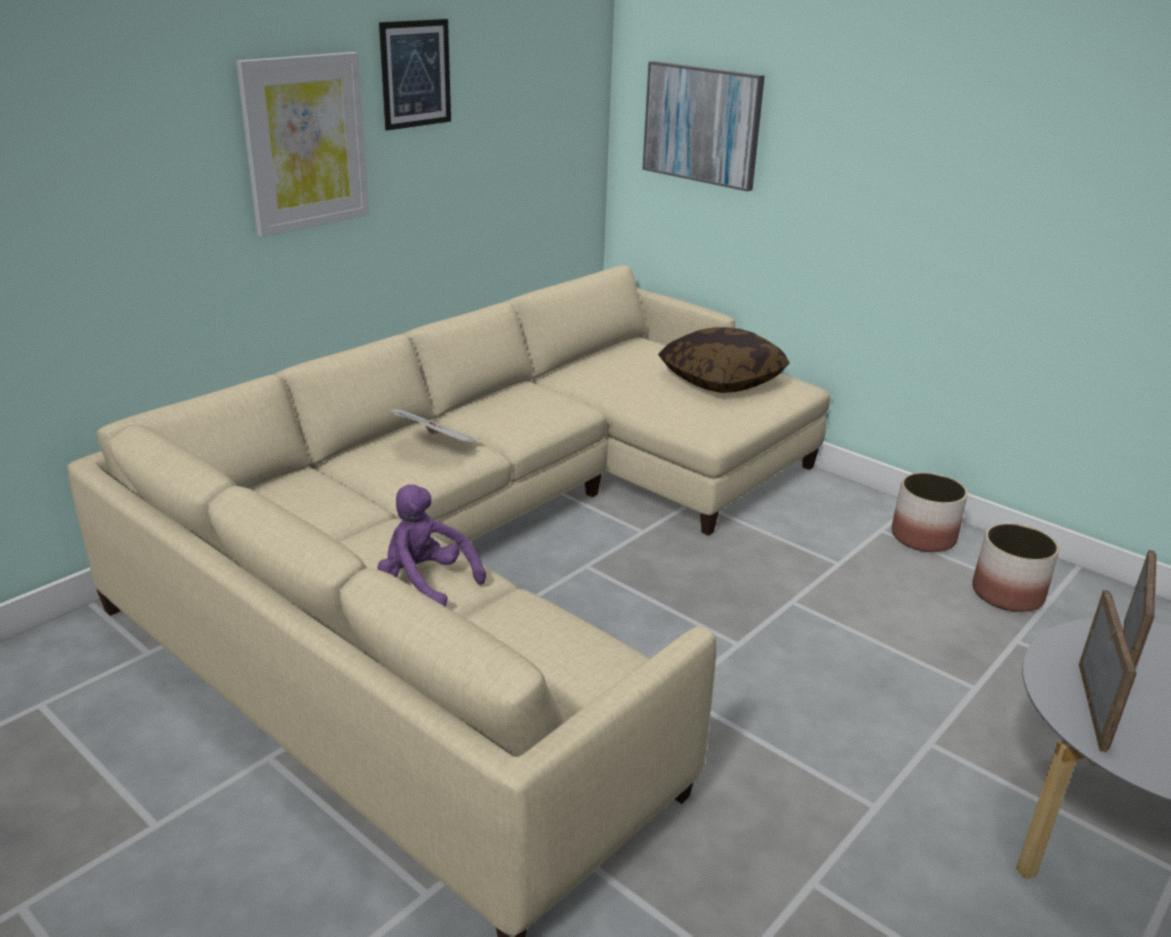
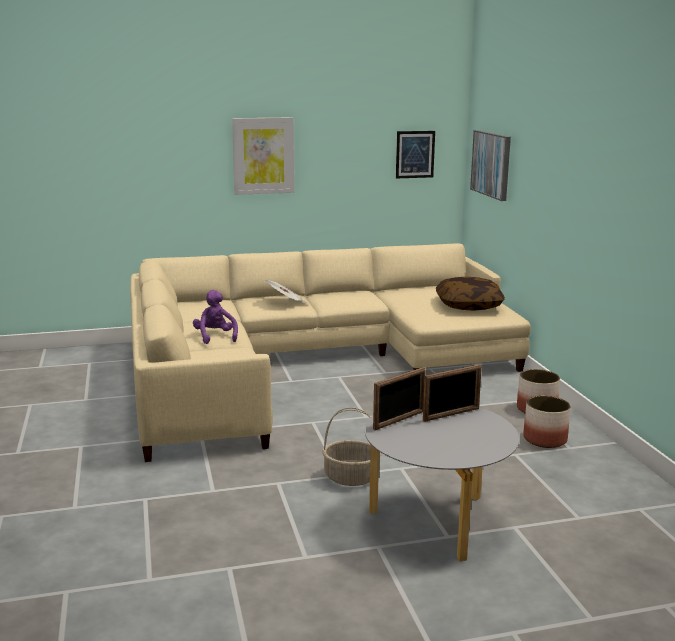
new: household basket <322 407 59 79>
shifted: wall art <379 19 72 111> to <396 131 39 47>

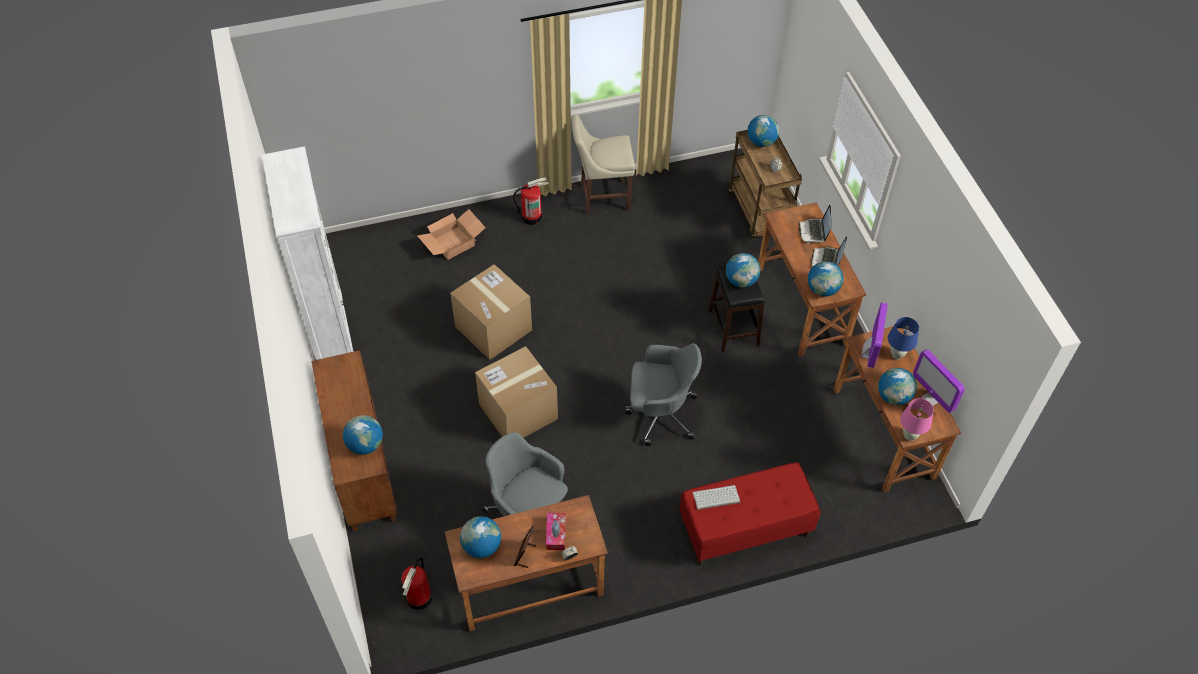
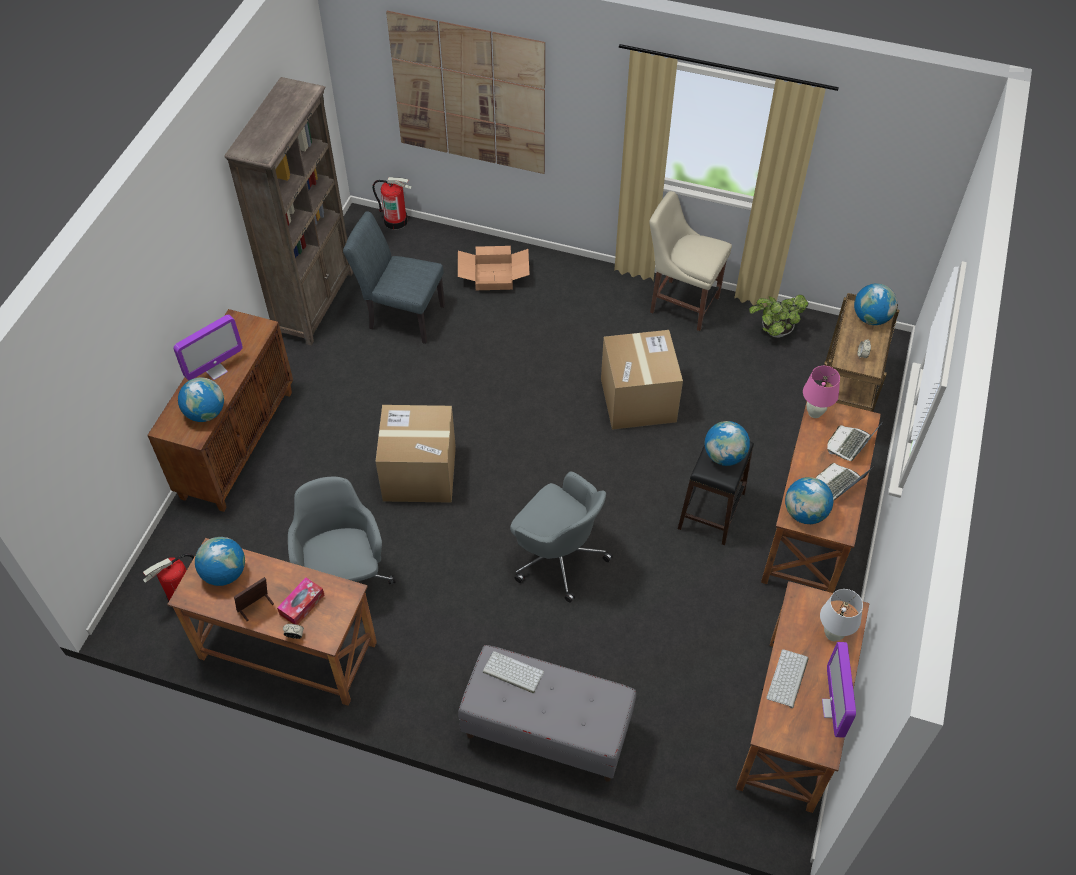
new: chair/grey <343 211 102 133>; wall art <386 11 159 163>; plant in a pot <749 295 59 43>
shifted: computer screen <862 302 26 66> to <173 315 70 65>; fire extinguisher <513 177 36 48> to <372 177 40 53>; carton <450 264 82 96> to <601 330 82 100>; lamp for a table/pink-coloured <900 398 34 43> to <803 366 37 52>
swapped: world globe <878 368 39 37> to computer keyboard <766 649 43 59>
repainted: bookshelf/whitish <262 147 91 213> to bookshelf/brown-coloured <225 77 129 269>; long seat/reddish <680 462 140 103> to long seat/grey <458 645 178 137>; lamp for a table/bluish <888 317 31 43> to lamp for a table/whitish <820 589 43 53>

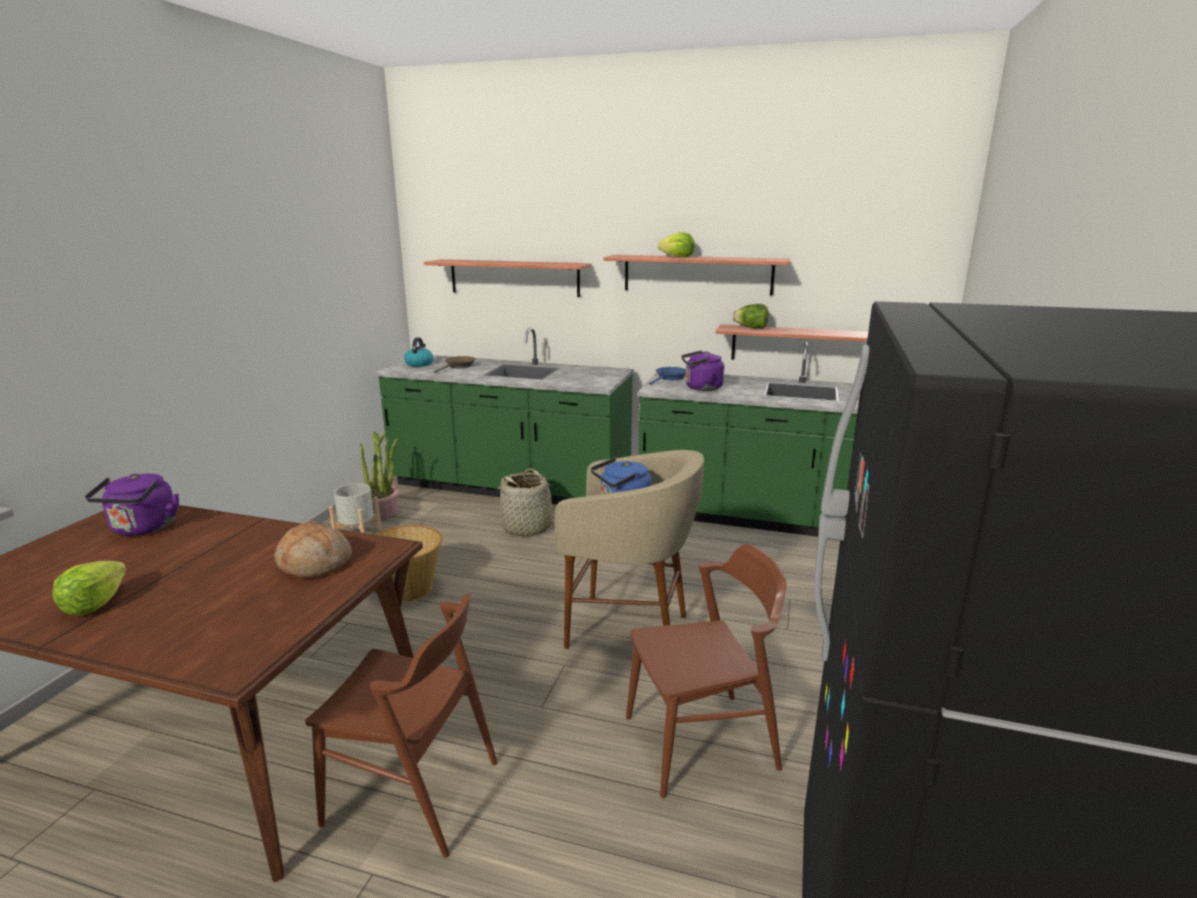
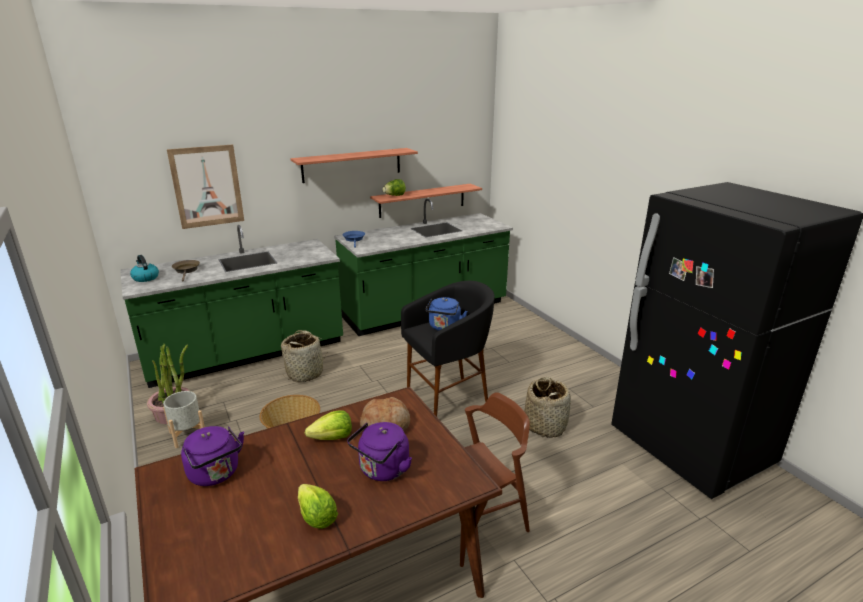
shifted: lettuce <658 232 37 25> to <305 410 47 30>; water kettle/purple-coloured <681 350 43 41> to <347 422 65 59>
swapped: bracket shelf <424 259 168 38> to wall art <167 144 77 85>; chair/brown-coloured <626 544 161 254> to household basket <524 377 47 61>
repainted: stool/beige-coloured <555 450 149 199> to stool/black <401 281 94 136>

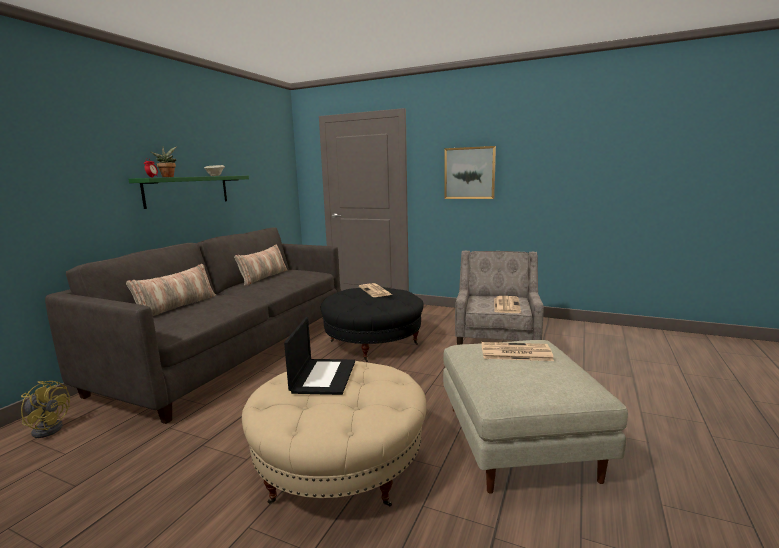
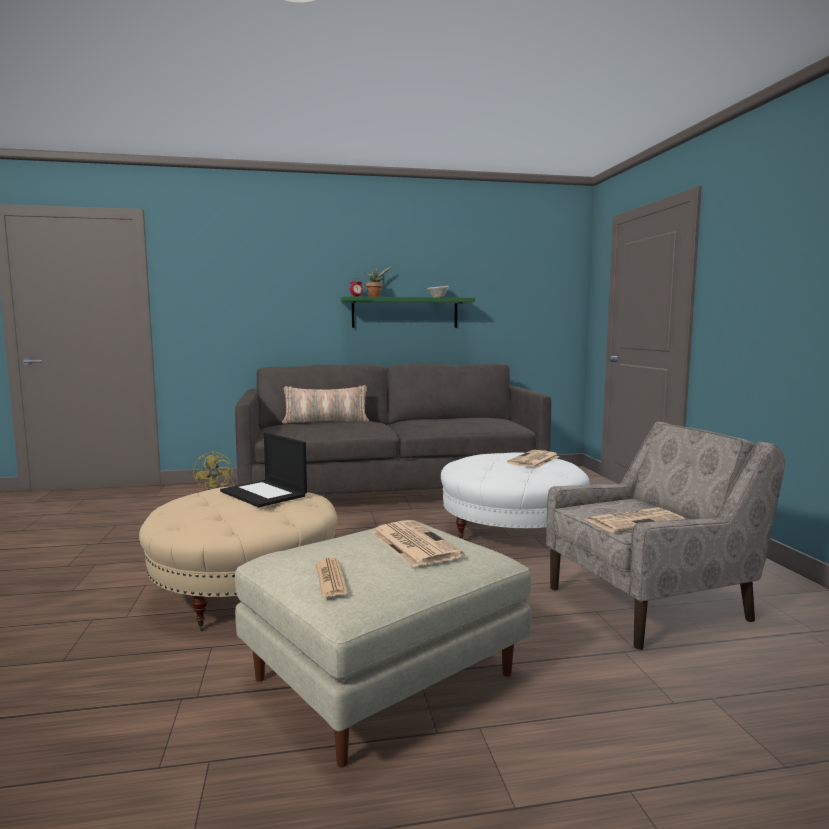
gone: cushion <234 244 53 42>; wall art <444 146 52 53>
new: newspaper <316 558 32 39>
repainted: pouffe/black <321 287 103 75> to pouffe/whitish <441 452 149 87>
rotated: portable computer <284 317 71 78> = <220 433 87 74> 75 degrees clockwise

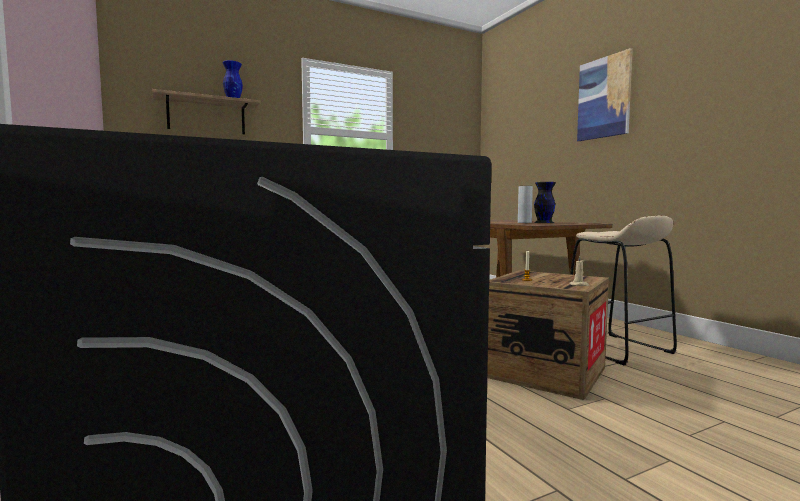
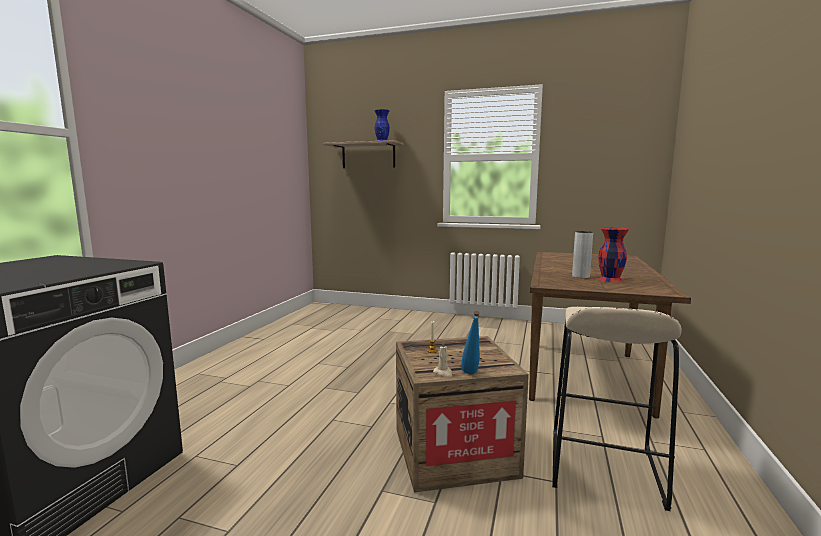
gone: wall art <577 48 56 93>
new: drink bottle/bluish <461 311 19 63>
repainted: vase/black <534 182 22 41> to vase/reddish <597 227 32 55>

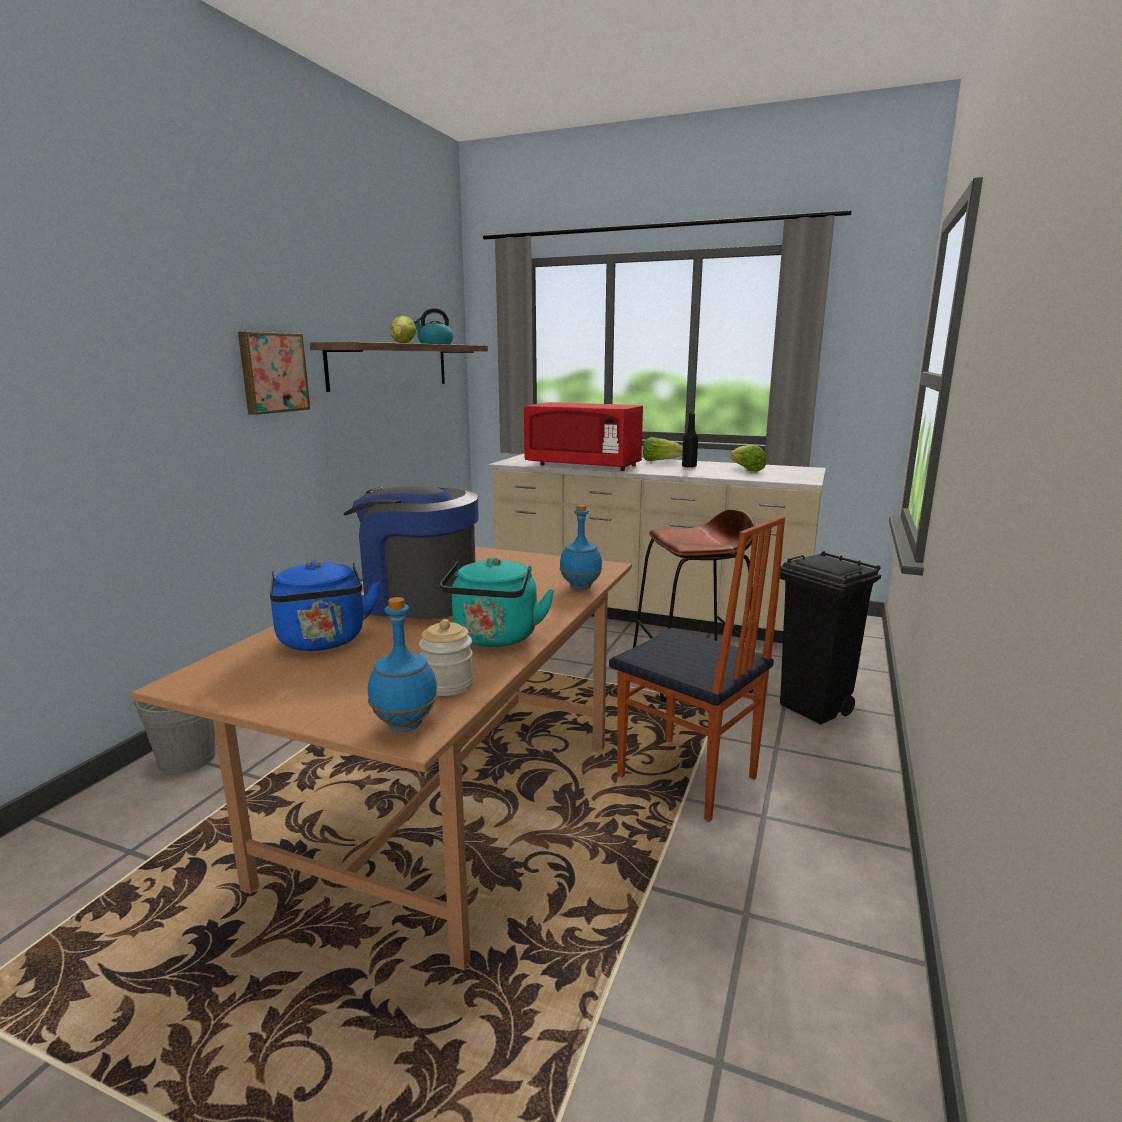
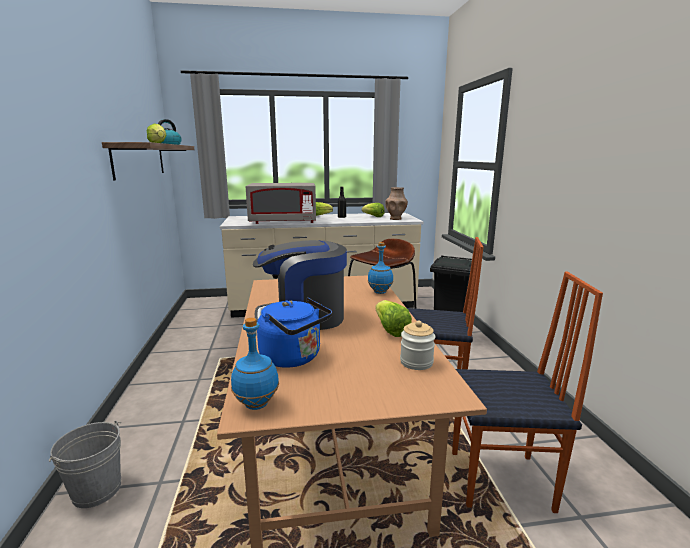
gone: wall art <238 332 72 83>
new: vase/brown-coloured <385 187 23 33>; chair <452 272 151 241>
shifted: drink bottle/bluish <368 597 70 135> to <231 318 48 92>
swapped: water kettle/blue-green <440 557 114 90> to lettuce <375 300 37 37>
repainted: microwave/reddish <524 402 119 69> to microwave/grey <246 183 70 41>

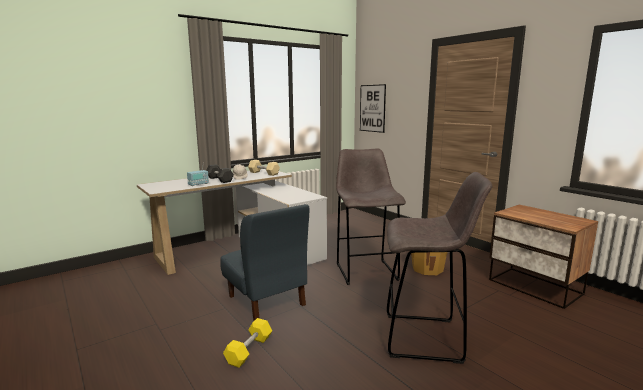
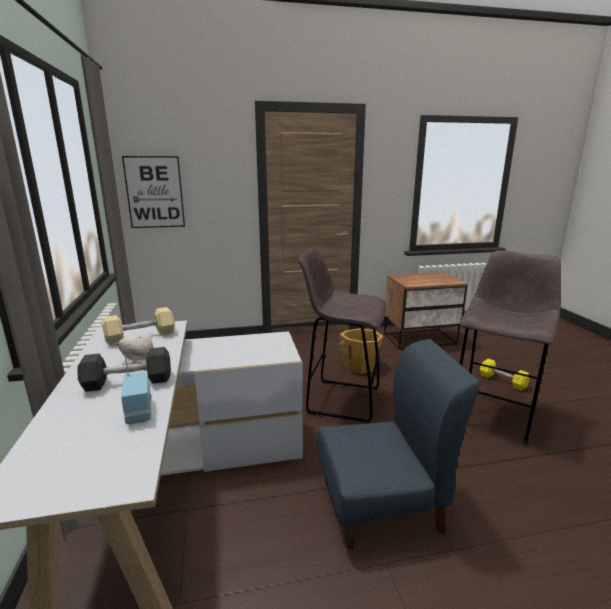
shifted: dumbbell/yellow <223 318 49 50> to <480 359 50 32>

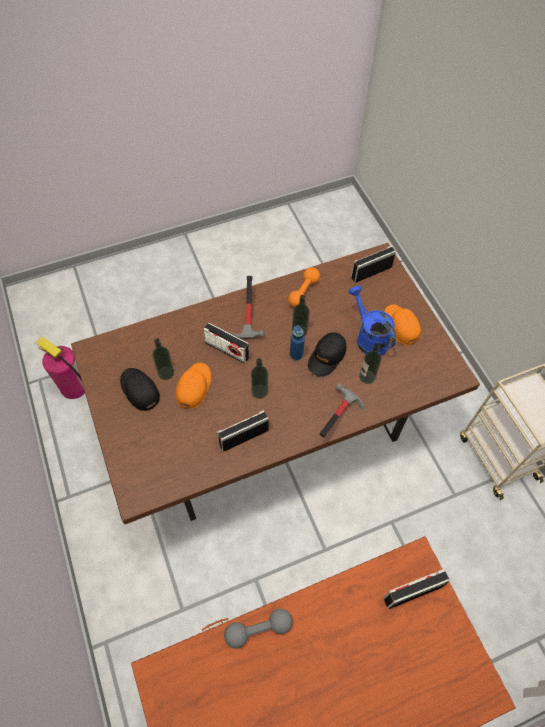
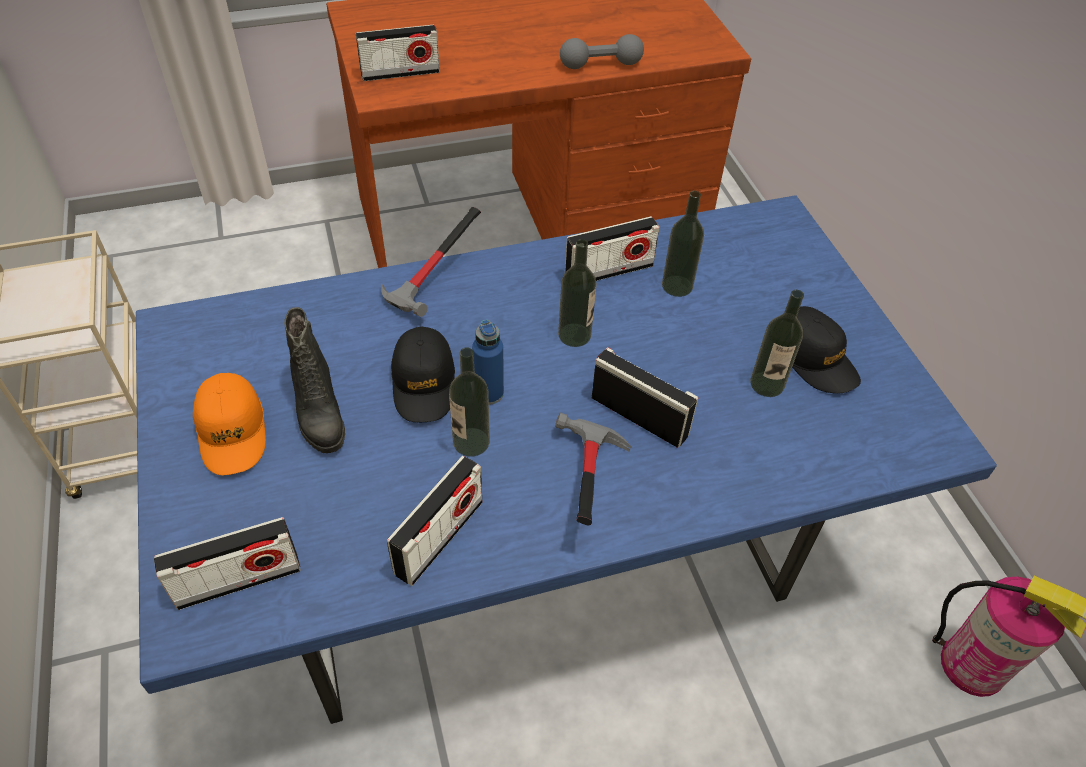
gone: cap/orange-coloured <176 363 35 46>
shifted: drink bottle <359 343 22 41> to <662 191 42 106>
swapped: watering can/bluish <349 286 47 70> to high-top boot/black <284 307 61 146>; dumbbell/orange-coloured <288 267 32 40> to radio set <387 456 95 130>
repainted: dinner table/brown-coloured <71 243 409 281> to dinner table/bluish <136 195 861 529>
rotated: cap/black <308 332 38 44> = <391 326 64 97> 135 degrees clockwise

